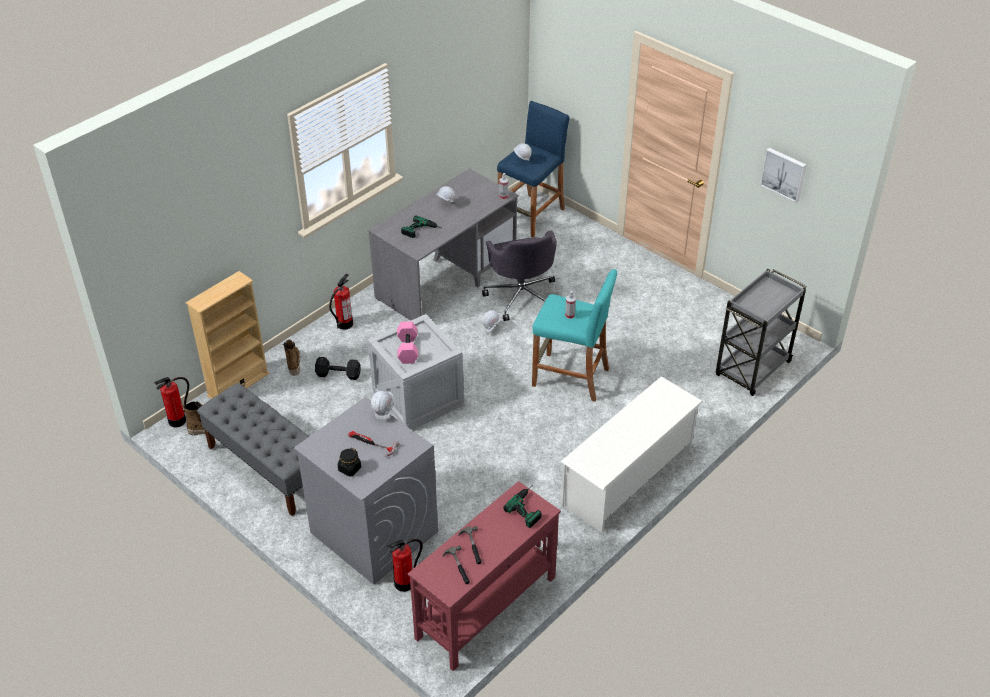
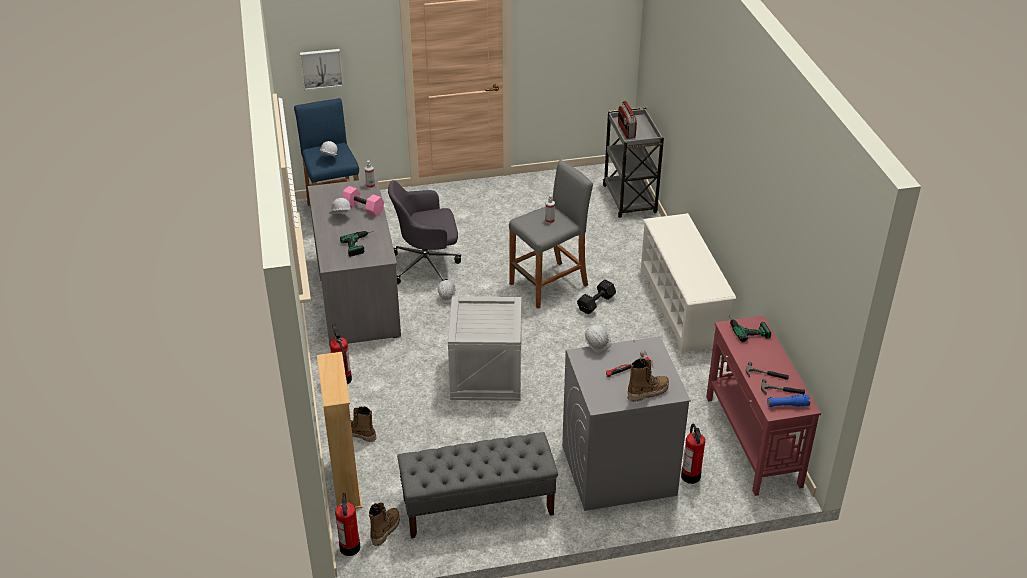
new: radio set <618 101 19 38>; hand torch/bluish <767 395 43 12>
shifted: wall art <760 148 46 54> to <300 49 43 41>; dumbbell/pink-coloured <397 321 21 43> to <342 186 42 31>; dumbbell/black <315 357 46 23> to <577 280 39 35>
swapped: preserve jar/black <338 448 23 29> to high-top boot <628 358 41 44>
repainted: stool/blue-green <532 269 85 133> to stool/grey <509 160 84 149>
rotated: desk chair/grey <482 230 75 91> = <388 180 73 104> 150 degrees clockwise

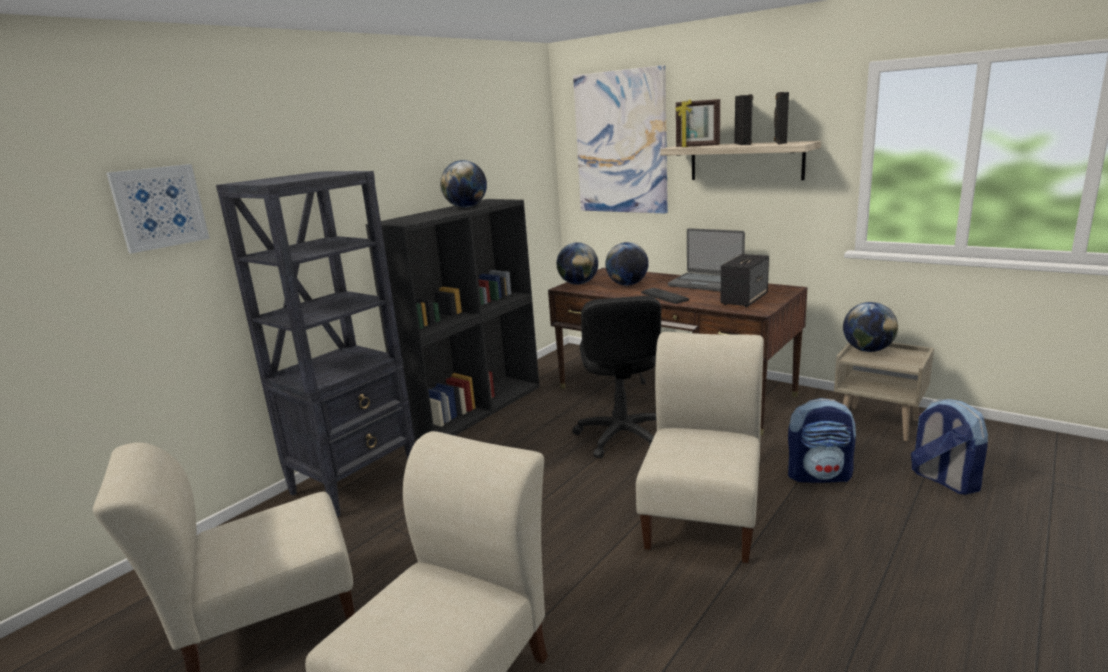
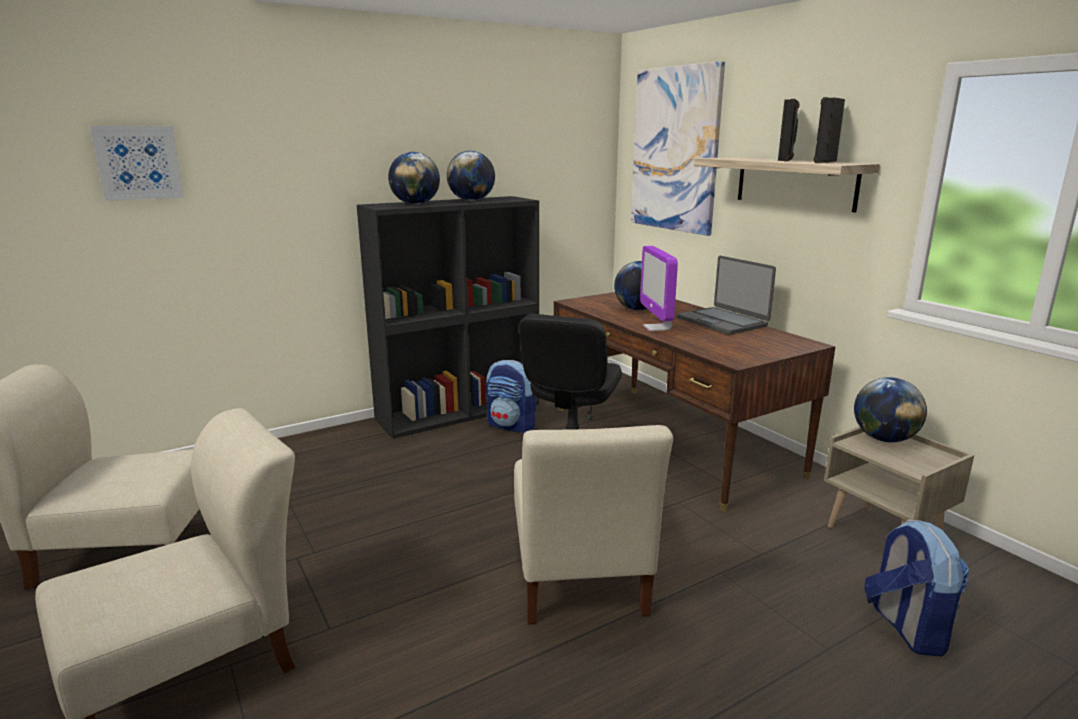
gone: bookshelf/black <216 171 199 346>; picture frame <676 99 44 48>; loudspeaker <720 254 49 53>
shifted: world globe <557 242 41 43> to <388 152 52 53>; knapsack <788 398 68 85> to <486 360 50 73>
swapped: computer keyboard <641 288 48 16> to computer screen <640 246 38 85>
rotated: chair/beige-coloured <636 332 128 231> = <514 425 159 199> 135 degrees clockwise

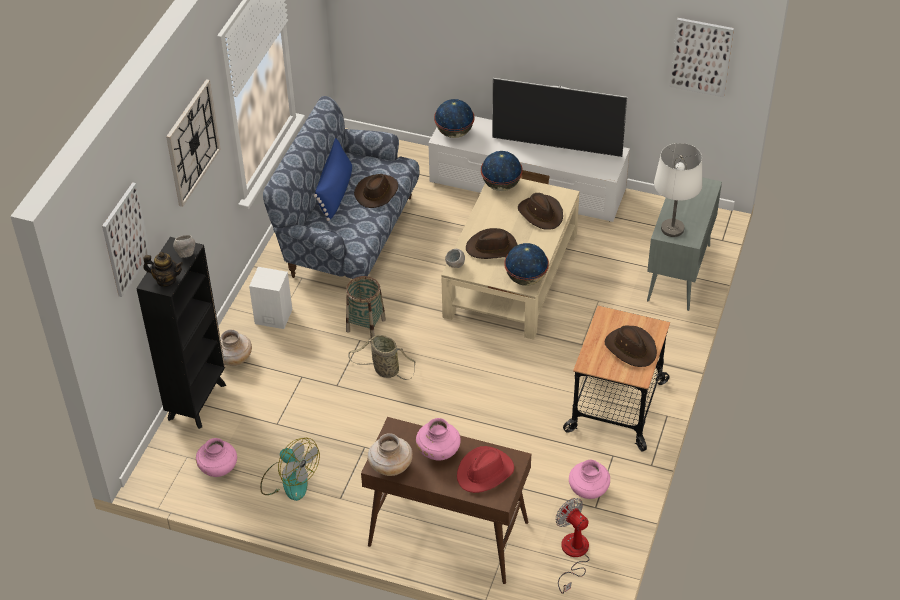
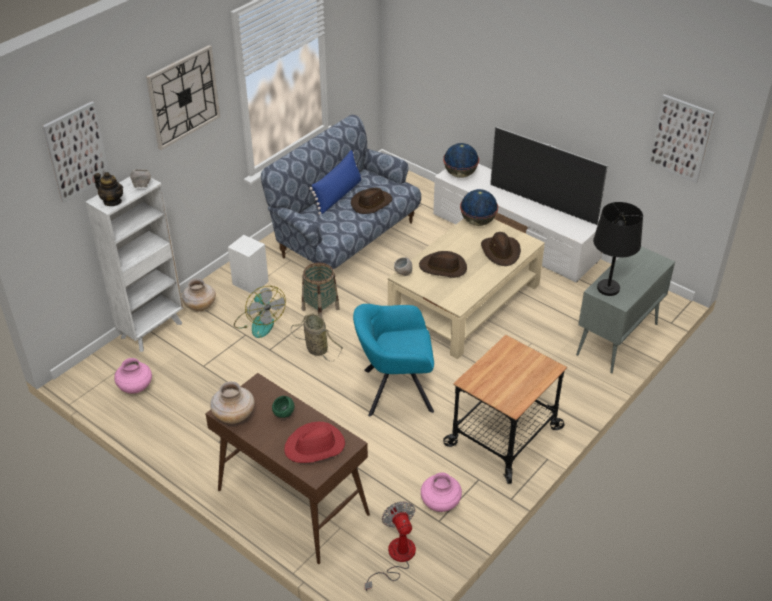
gone: world globe <504 243 45 43>; wearable hat/brown-coloured <604 325 53 42>
new: armchair/blue-green <353 304 81 112>
shifted: electric fan <260 438 60 63> to <234 286 52 52>
swapped: vase/pink-coloured <416 418 45 42> to serving bowl/green <272 396 23 22>
repainted: bookshelf/black <136 237 90 192> to bookshelf/whitish <85 177 98 175>; lamp for a table/whitish <654 143 48 94> to lamp for a table/black <593 202 50 94>

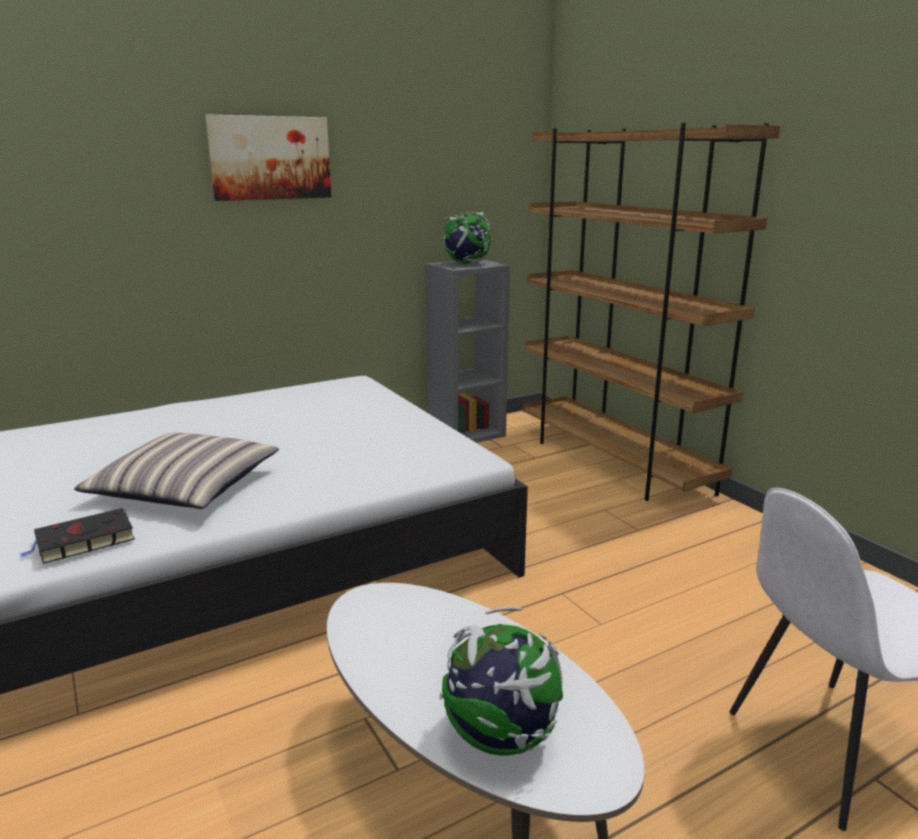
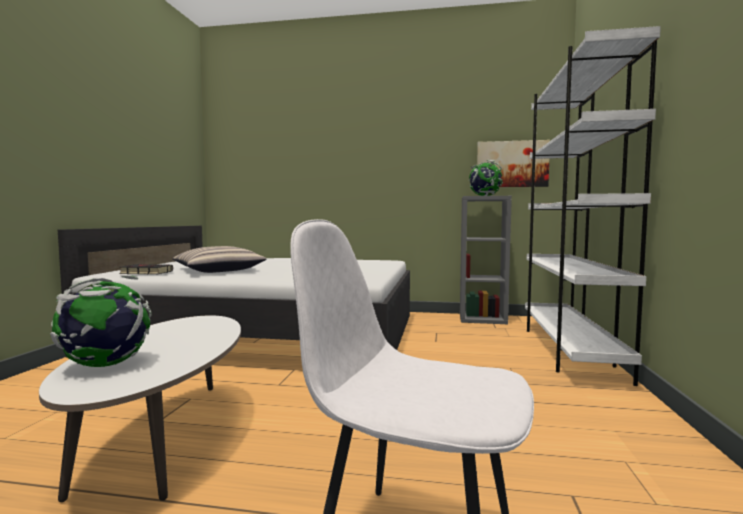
shifted: wall art <205 114 126 87> to <477 140 73 47>
repainted: bookshelf/brown-coloured <523 123 257 378> to bookshelf/whitish <525 26 136 360>

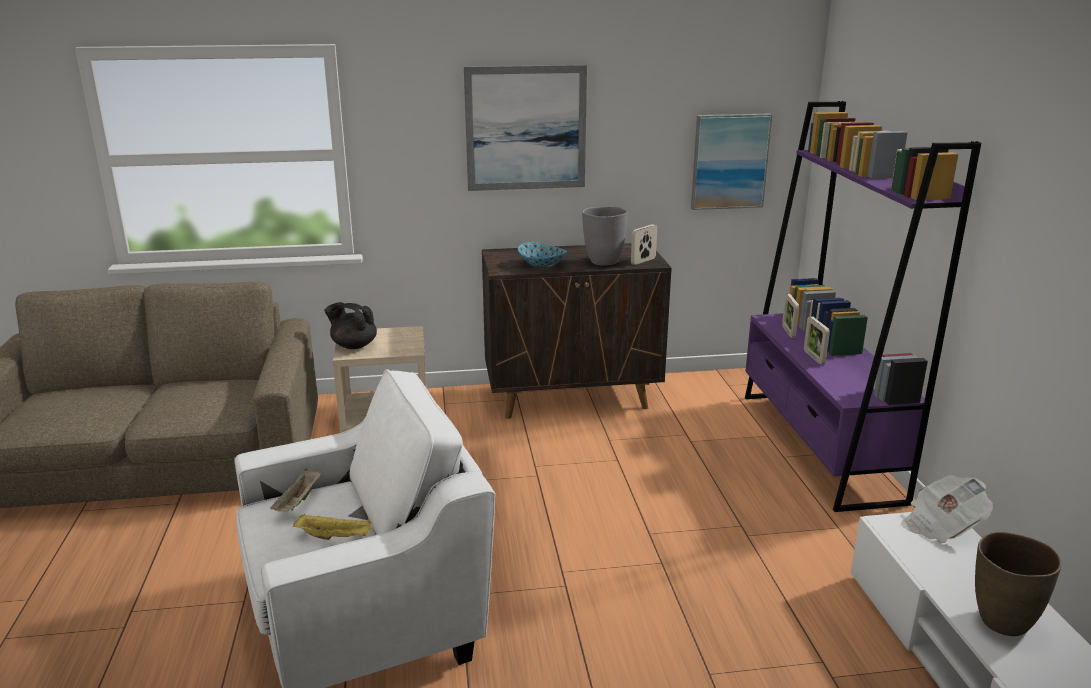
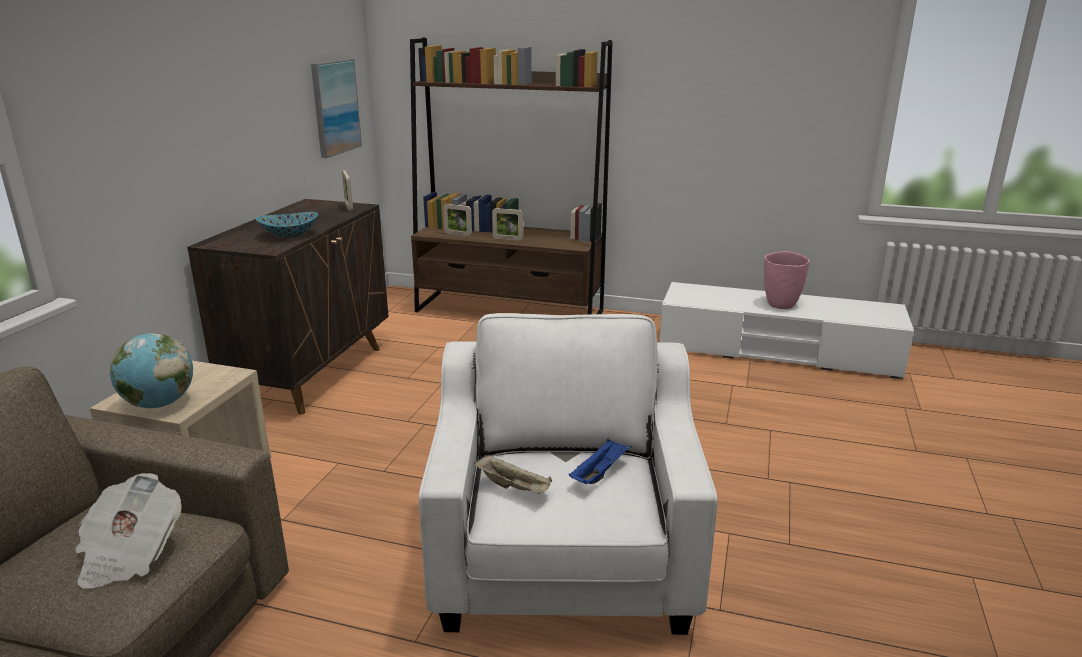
gone: wall art <464 65 123 126>; vase/grey <582 206 46 60>
shifted: newspaper <901 475 92 68> to <75 473 107 116>
swapped: pot for tea/black <324 302 53 47> to world globe <110 333 83 75>
repainted: bookshelf/purple-coloured <745 101 236 411> to bookshelf/brown-coloured <410 37 203 277>; serving tray/yellow <293 514 78 26> to serving tray/bluish <569 439 63 45>; vase/brown-coloured <975 532 86 104> to vase/pink-coloured <764 251 46 58>

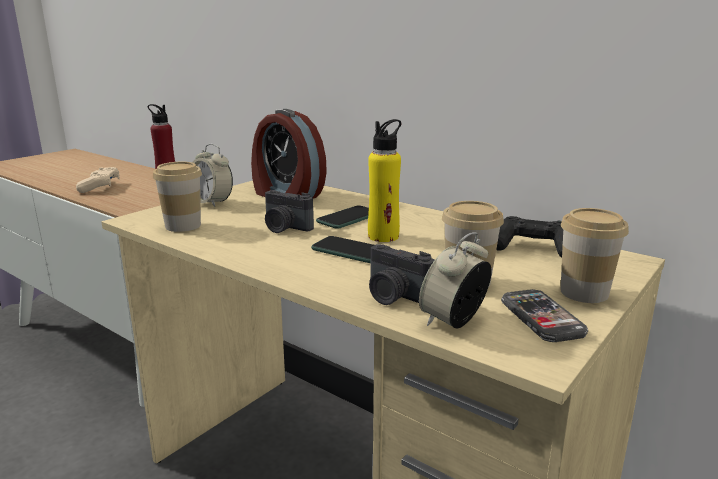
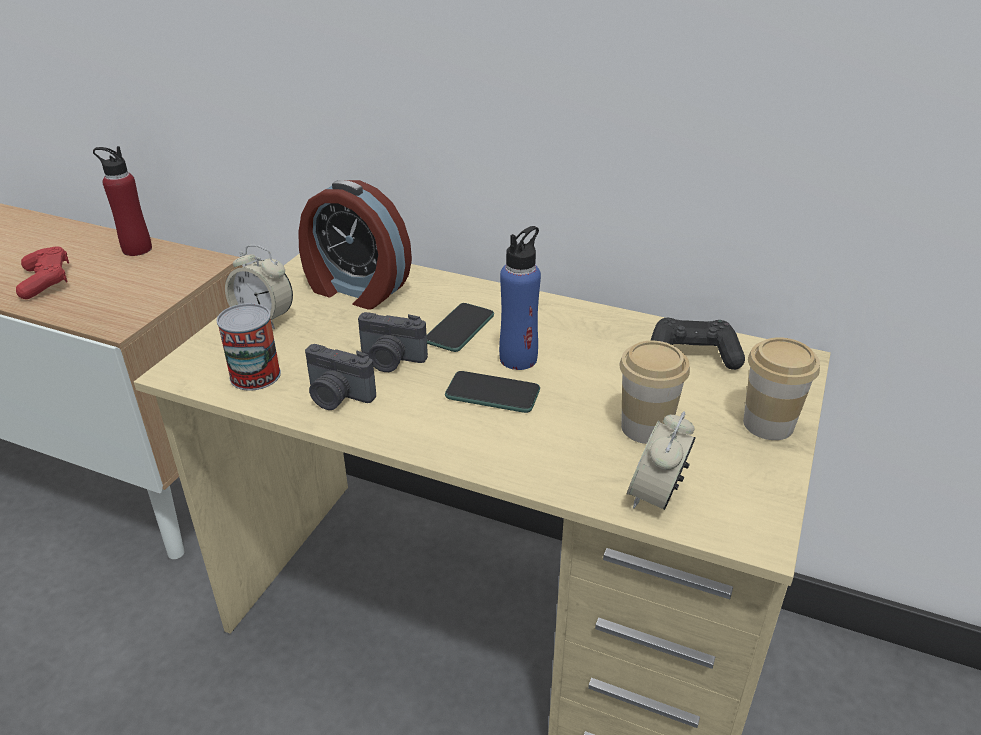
gone: handset <501 289 87 53>
shifted: photo camera <369 244 65 61> to <305 344 71 66>
swapped: cup <153 162 49 70> to metal can <217 303 64 88>
repainted: gamepad/beige-coloured <76 167 44 26> to gamepad/reddish <16 247 53 52>; drink bottle/yellow <368 119 33 123> to drink bottle/bluish <499 226 42 144>

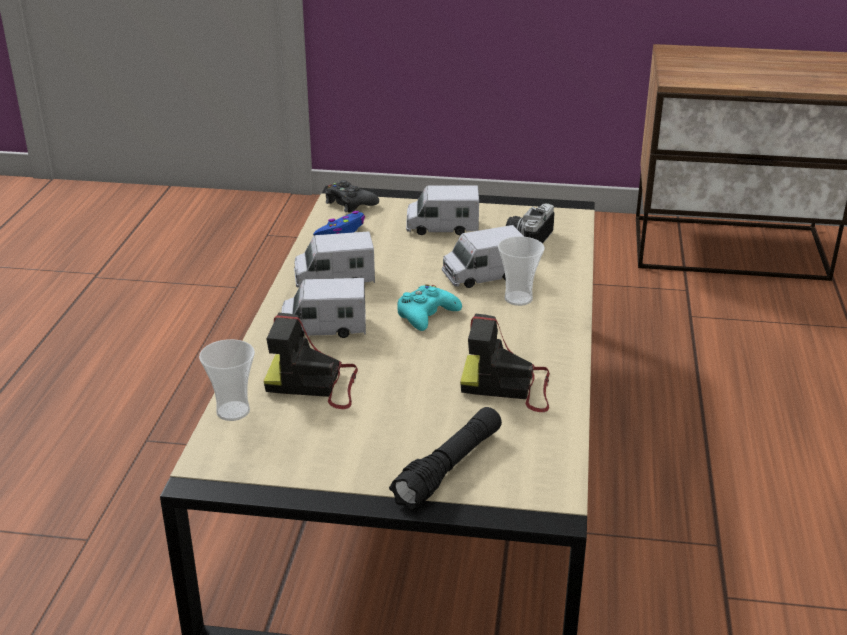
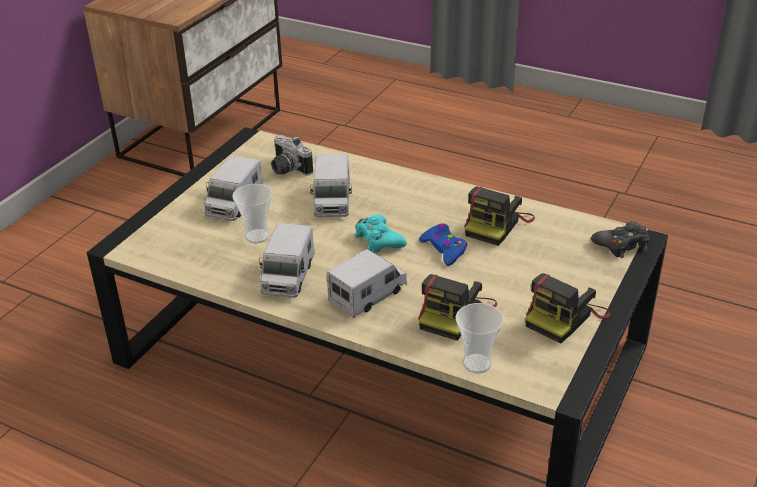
gone: hand torch/black <389 407 113 103>
new: photo camera <525 273 86 71>
shifted: cup <498 236 47 70> to <232 184 41 59>; gamepad/bluish <313 211 52 24> to <419 223 48 43>; gamepad/black <325 180 54 33> to <591 221 59 37>
rotated: toy truck <281 278 85 60> = <327 249 80 69> 150 degrees counterclockwise

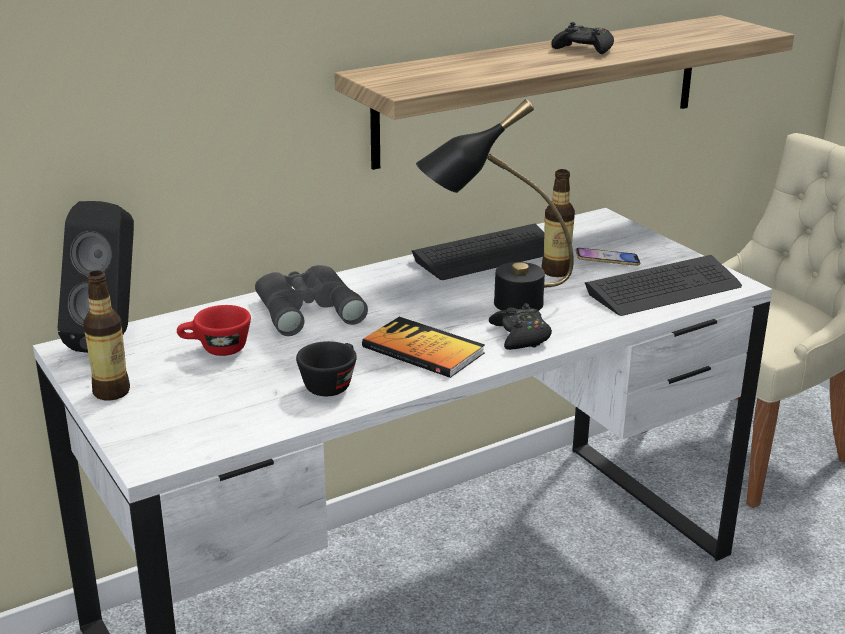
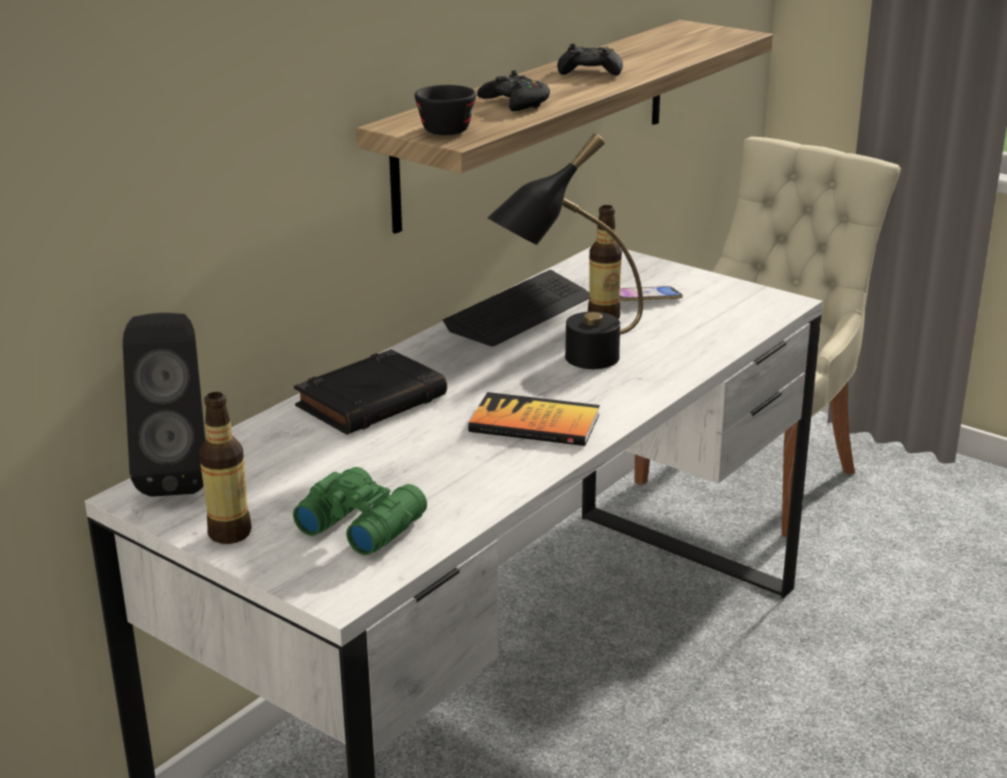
gone: cup/reddish <177 305 74 51>; computer keyboard <585 255 157 61>
new: field glasses/green <293 467 134 88>
shifted: cup/black <296 341 61 55> to <415 85 61 50>; gamepad/black <489 303 63 47> to <477 70 73 41>
swapped: field glasses/grey <255 265 113 71> to book/black <294 349 153 86>

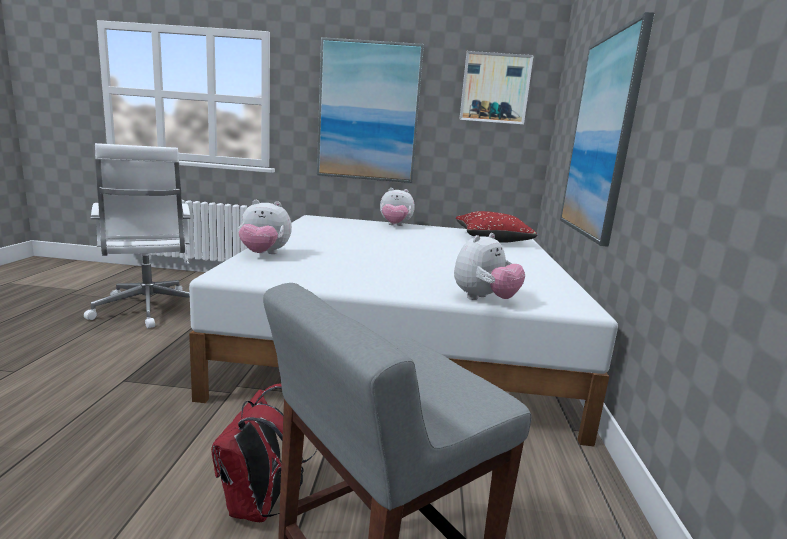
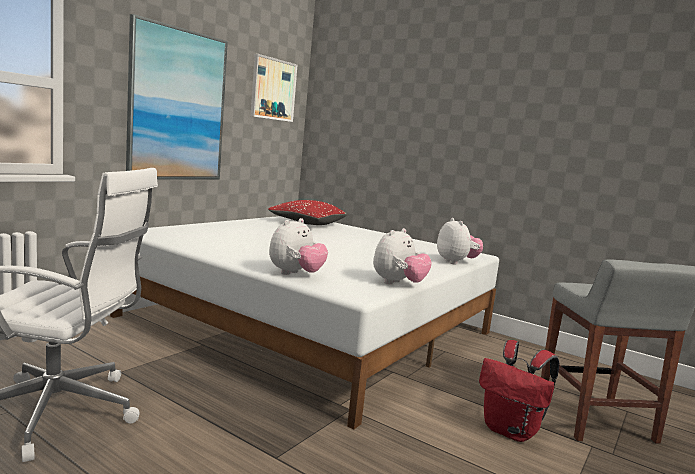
gone: wall art <560 12 95 235>
shifted: plush toy <380 188 35 38> to <373 228 59 56>

